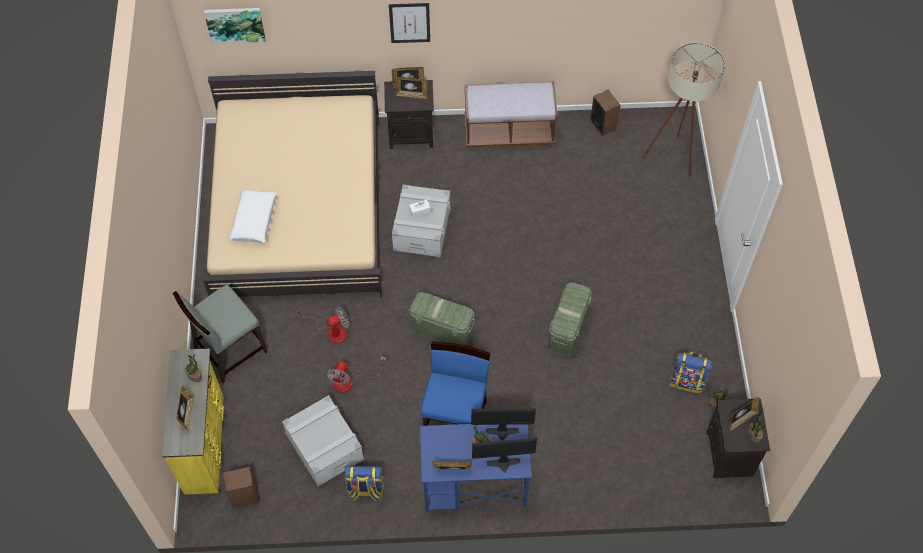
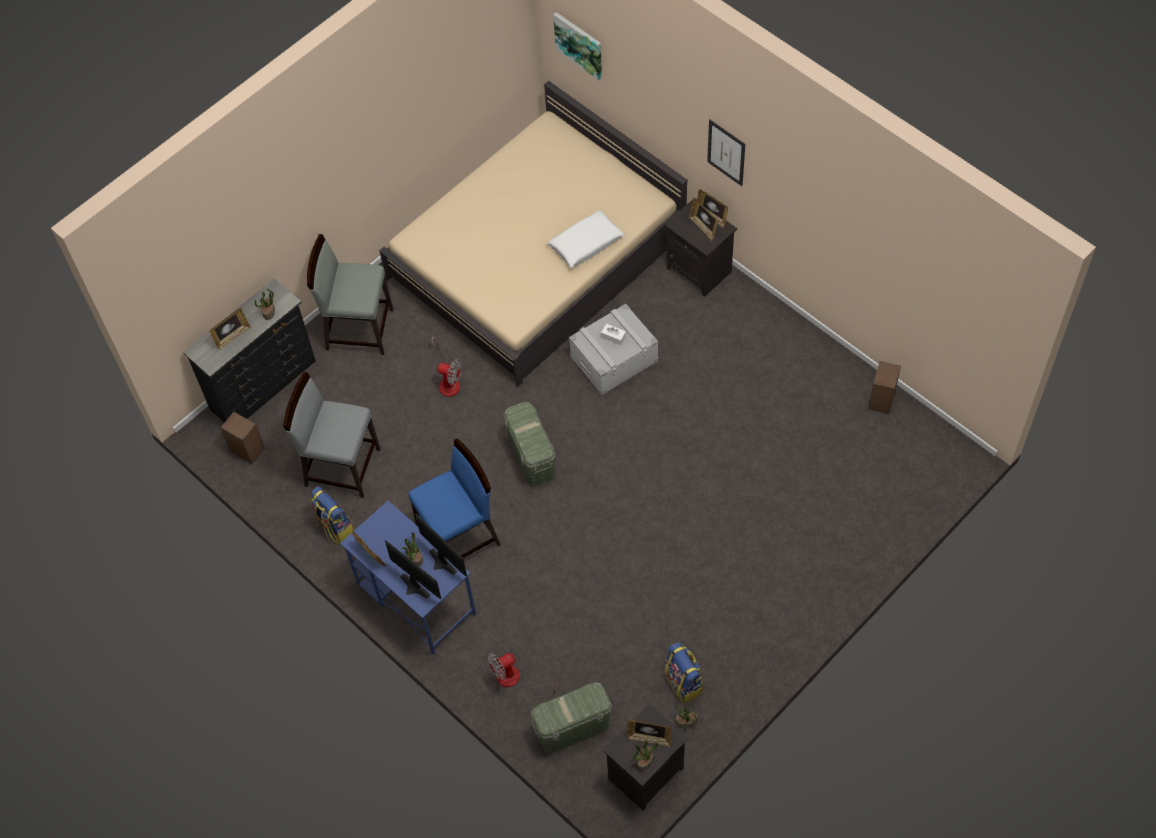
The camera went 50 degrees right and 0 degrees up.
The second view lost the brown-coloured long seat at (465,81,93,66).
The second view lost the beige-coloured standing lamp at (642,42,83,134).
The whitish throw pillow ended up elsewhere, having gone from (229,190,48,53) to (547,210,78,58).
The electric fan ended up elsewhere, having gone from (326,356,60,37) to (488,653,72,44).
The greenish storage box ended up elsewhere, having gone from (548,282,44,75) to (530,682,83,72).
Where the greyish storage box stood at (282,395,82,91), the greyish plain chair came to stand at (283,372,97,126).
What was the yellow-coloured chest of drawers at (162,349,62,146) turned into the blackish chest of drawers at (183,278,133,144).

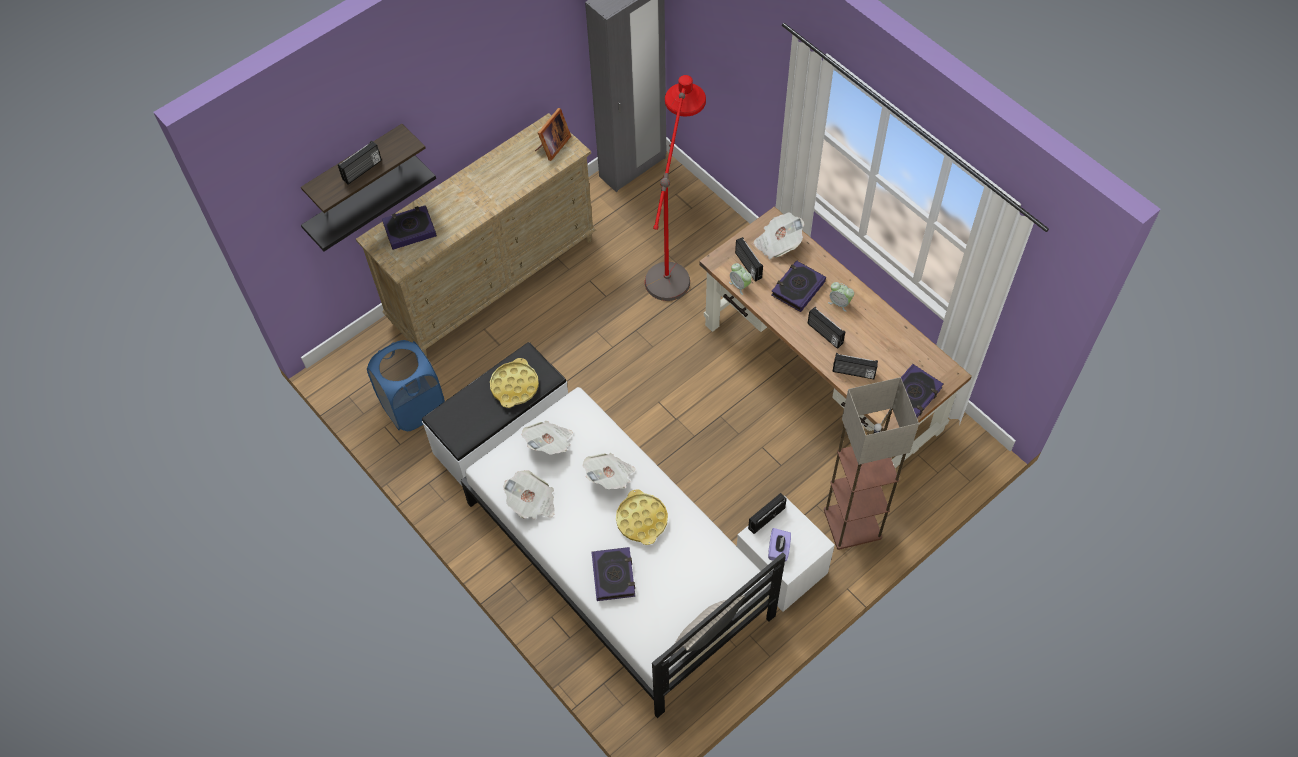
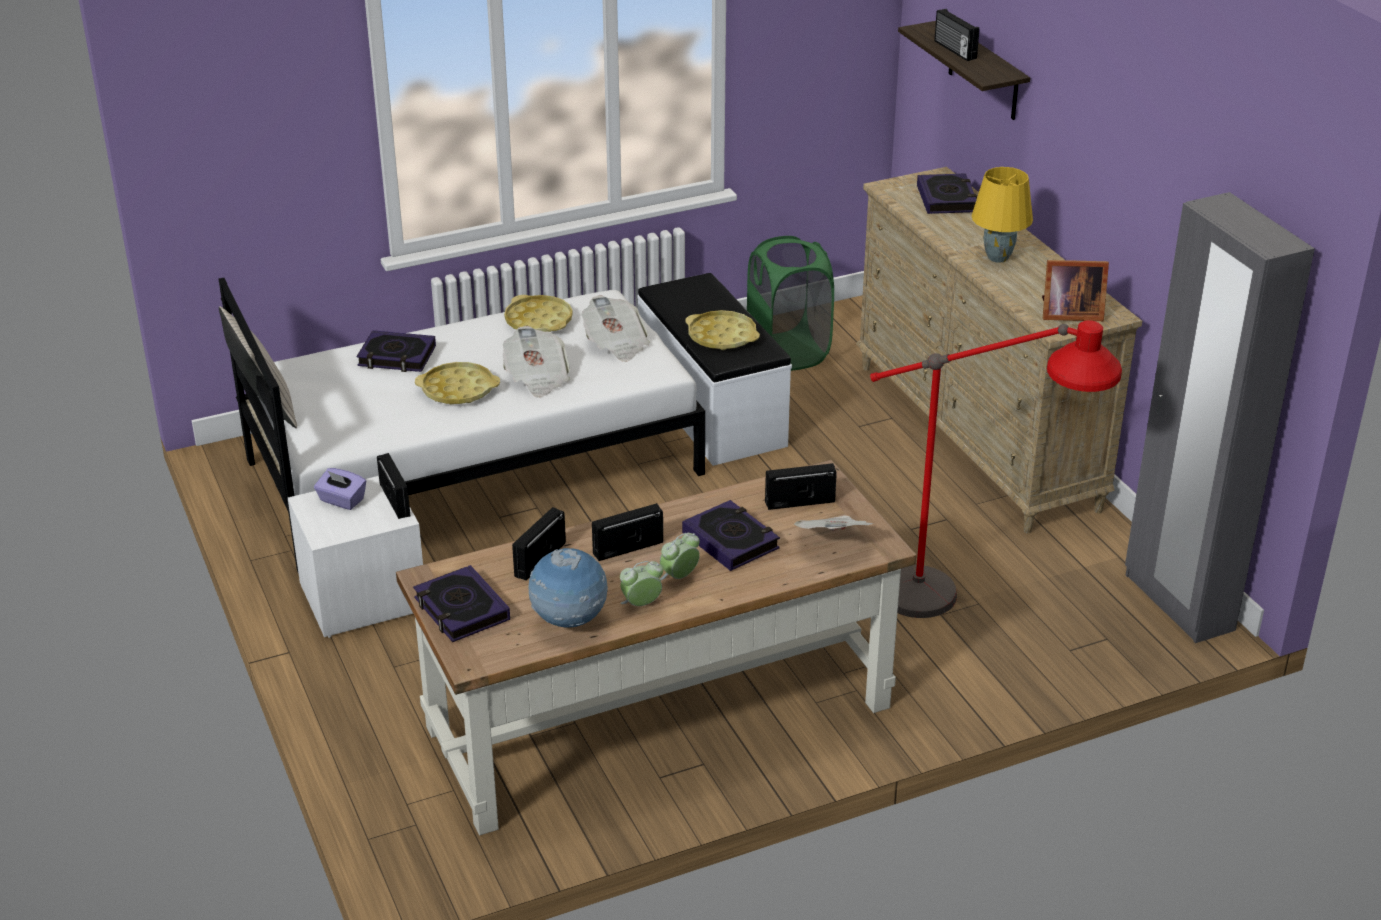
The camera went 105 degrees right and 25 degrees down.
The second view lost the blackish shelf at (301,156,135,95).
The second view lost the standing lamp at (824,377,95,173).
The second view gained the globe at (529,548,79,80).
The second view gained the yellow-coloured table lamp at (972,167,61,96).
The table clock ended up elsewhere, having gone from (729,263,22,32) to (620,561,43,45).
Where the printed paper stood at (503,470,52,50), the yellow-coloured carrying tray came to stand at (504,295,69,37).
What was the bluish washing basket at (367,340,78,91) turned into the greenish washing basket at (747,236,87,135).
The standing frame at (535,108,36,53) ended up facing another way, 45 degrees counterclockwise from before.

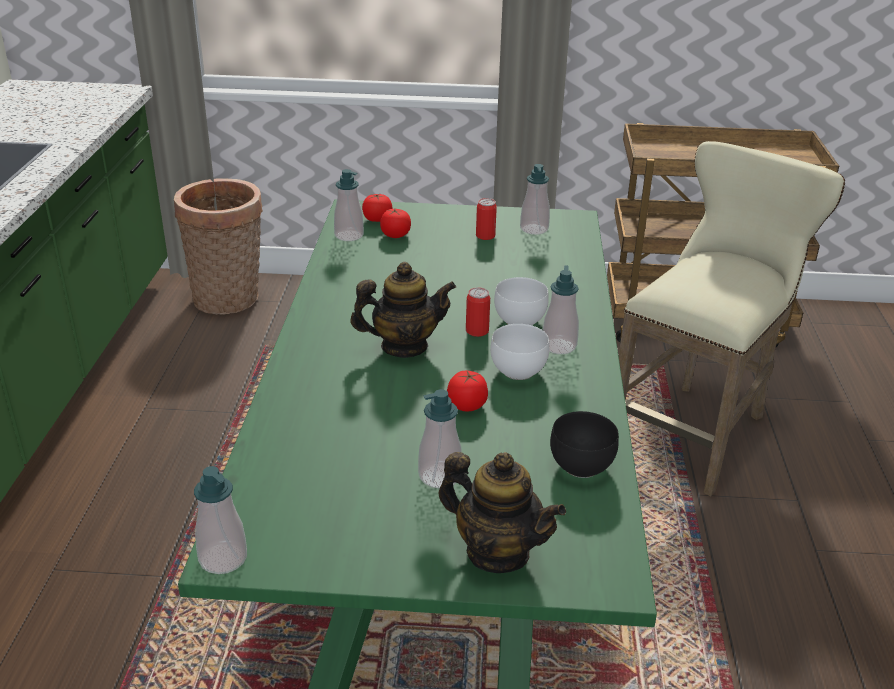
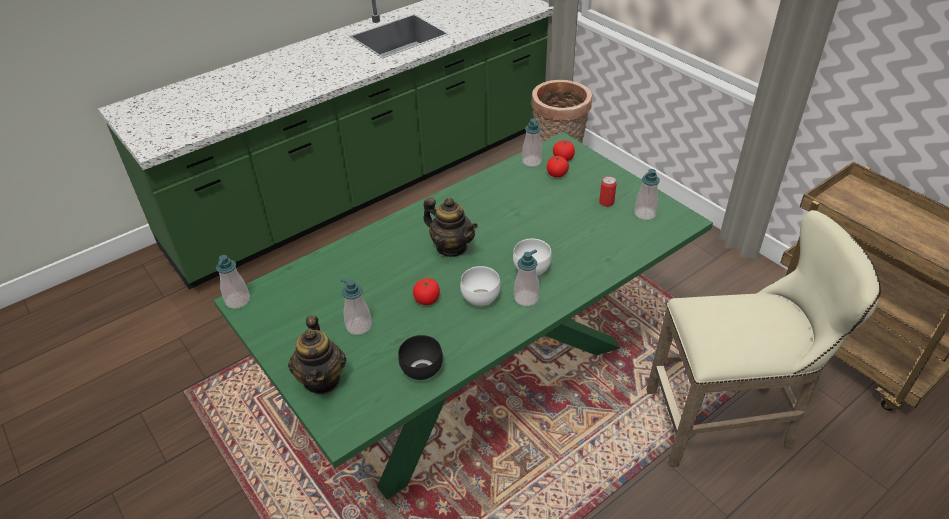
The camera went 50 degrees right and 10 degrees up.
The second view lost the can at (466,287,24,50).

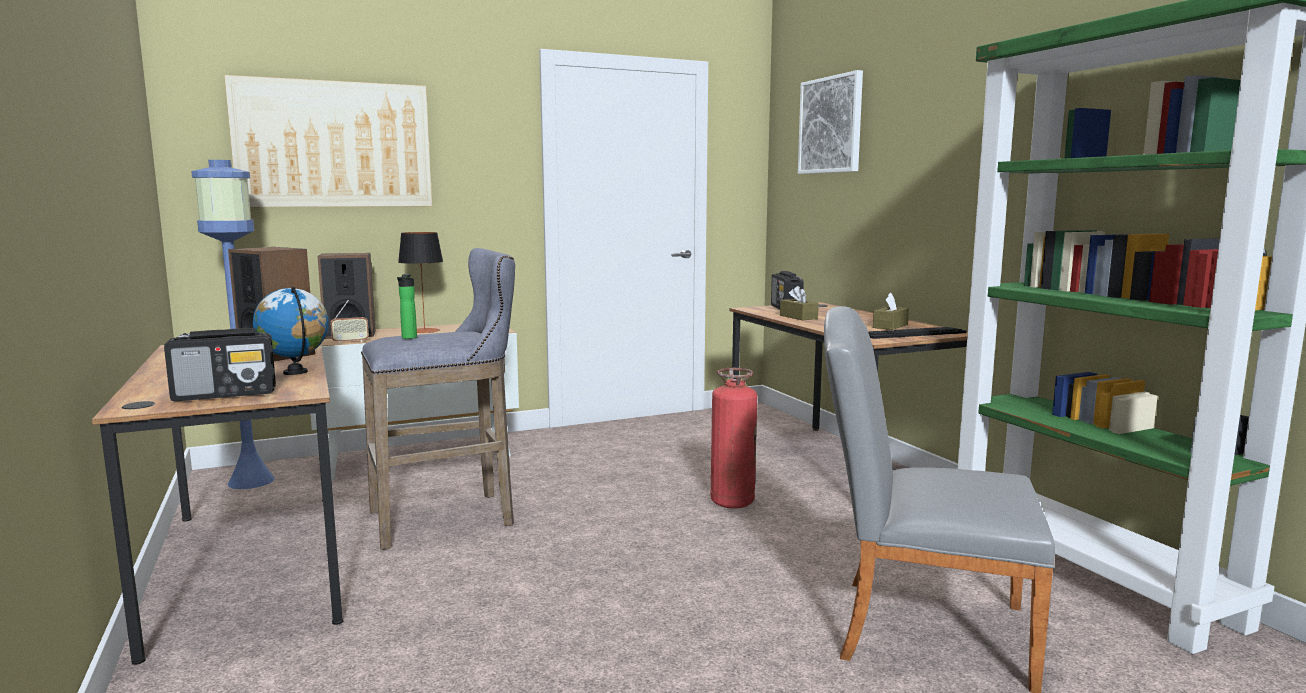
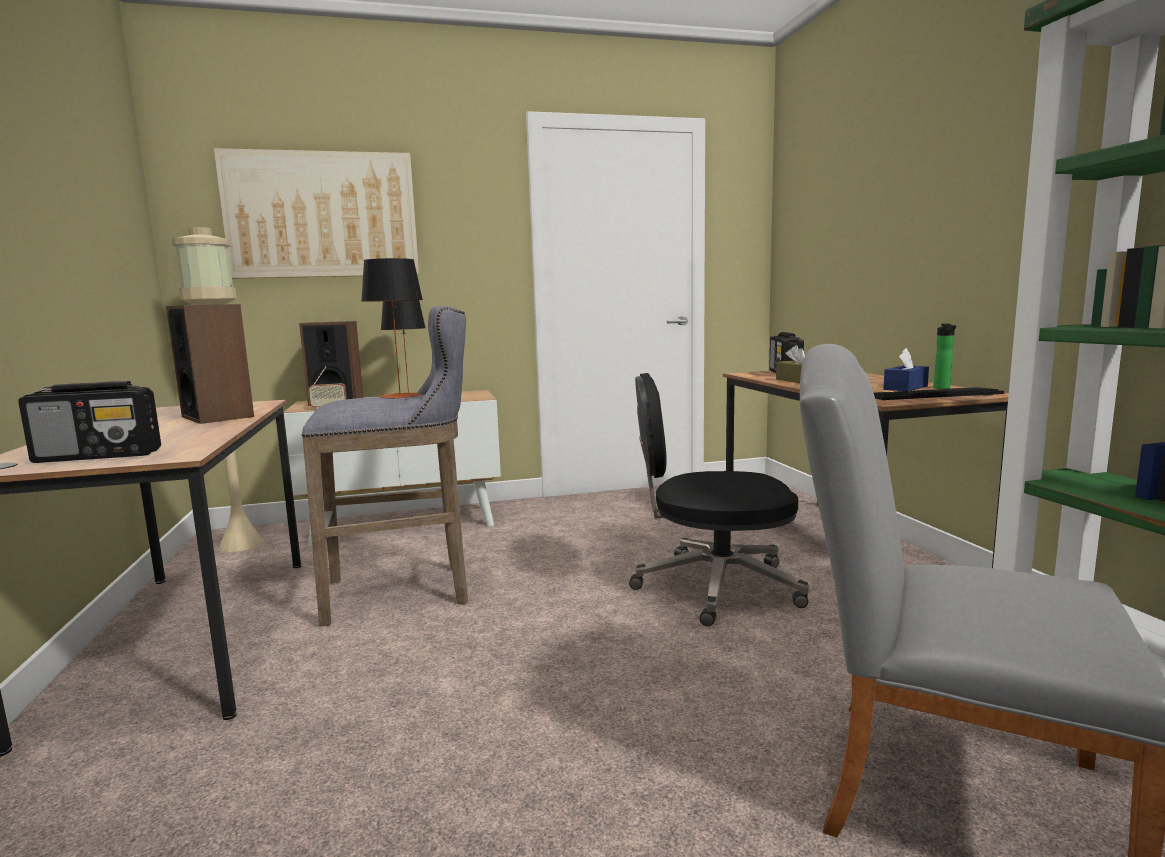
The camera went 10 degrees right and 0 degrees up.
The second view lost the globe at (253,287,76,88).
The second view lost the wall art at (798,70,65,104).
The second view gained the table lamp at (361,258,62,141).
The beverage bottle ended up elsewhere, having gone from (397,274,20,65) to (934,323,22,66).
Where the extinguisher stood at (711,368,47,140), the blackish desk chair came to stand at (629,373,180,253).
What was the bluish standing lamp at (191,160,83,329) turned into the beige-coloured standing lamp at (172,227,92,325).
What was the brown-coloured tissue holder at (873,293,36,37) turned into the bluish tissue holder at (883,348,46,44).

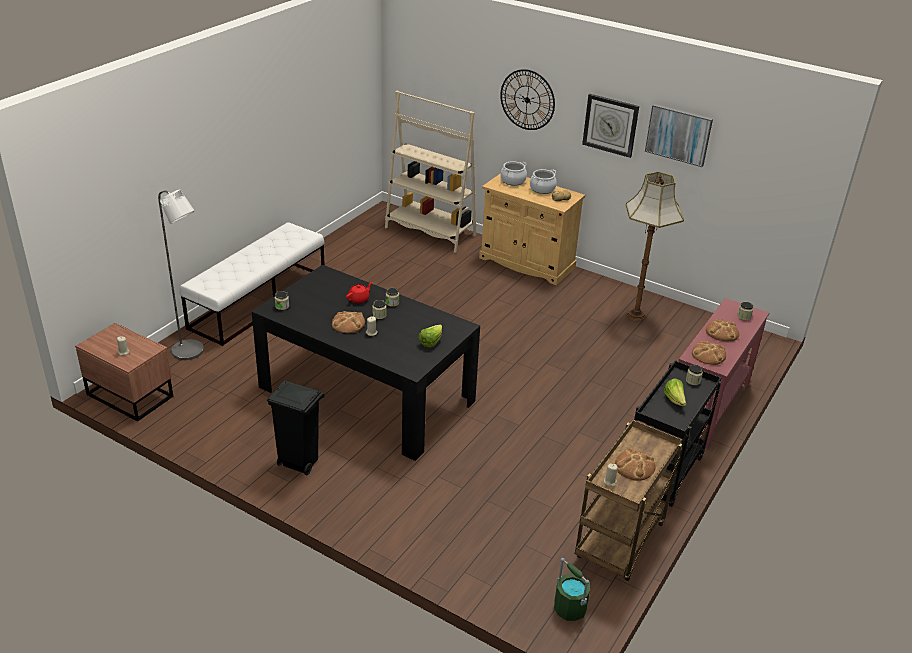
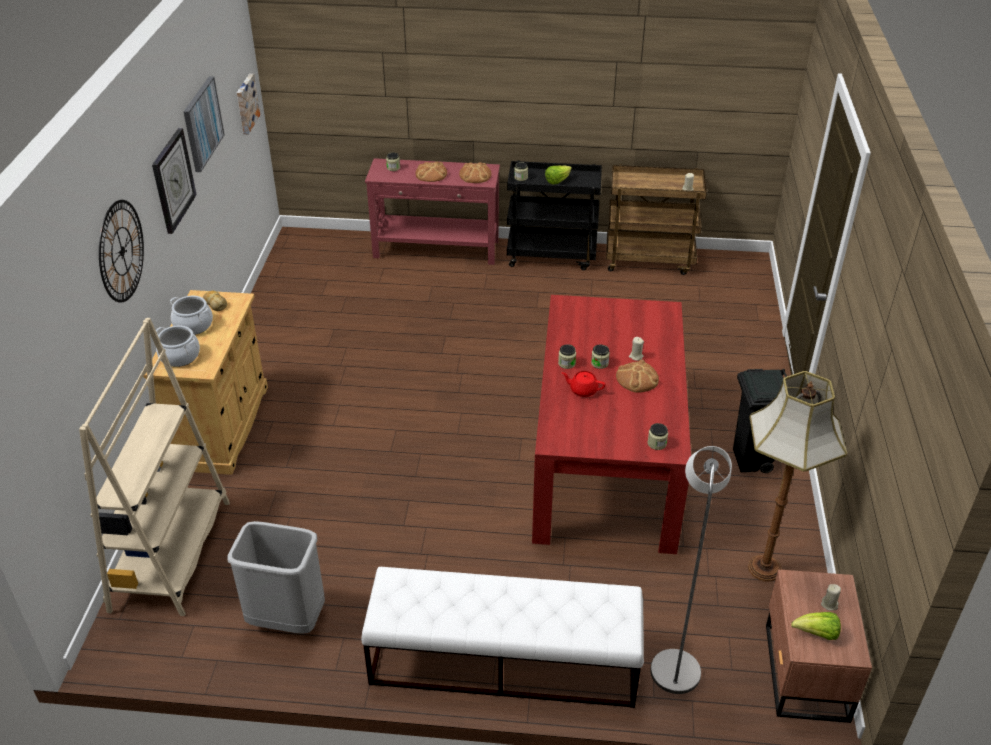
The camera went 115 degrees left and 5 degrees up.
The second view lost the greenish water bucket at (554,558,36,63).
The second view lost the bread at (615,448,41,33).
The second view gained the greyish trash can at (228,521,97,113).
The second view gained the wall art at (237,74,23,61).
The lettuce head ended up elsewhere, having gone from (418,325,24,22) to (791,612,50,28).
The standing lamp ended up elsewhere, having gone from (626,172,58,149) to (748,371,99,211).
What was the blackish dining table at (252,265,228,196) turned into the reddish dining table at (532,295,159,259).

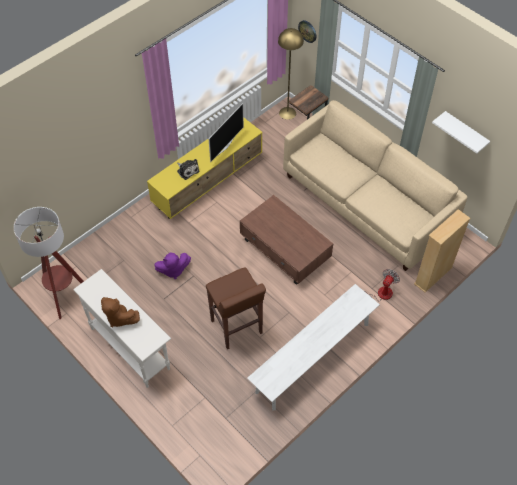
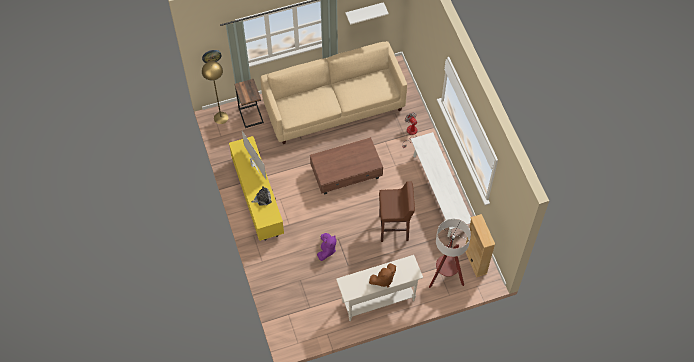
The camera went 65 degrees left and 5 degrees up.
The standing lamp ended up elsewhere, having gone from (13,207,71,112) to (429,219,42,69).
The beige-coloured bookcase ended up elsewhere, having gone from (414,209,56,83) to (465,214,30,64).

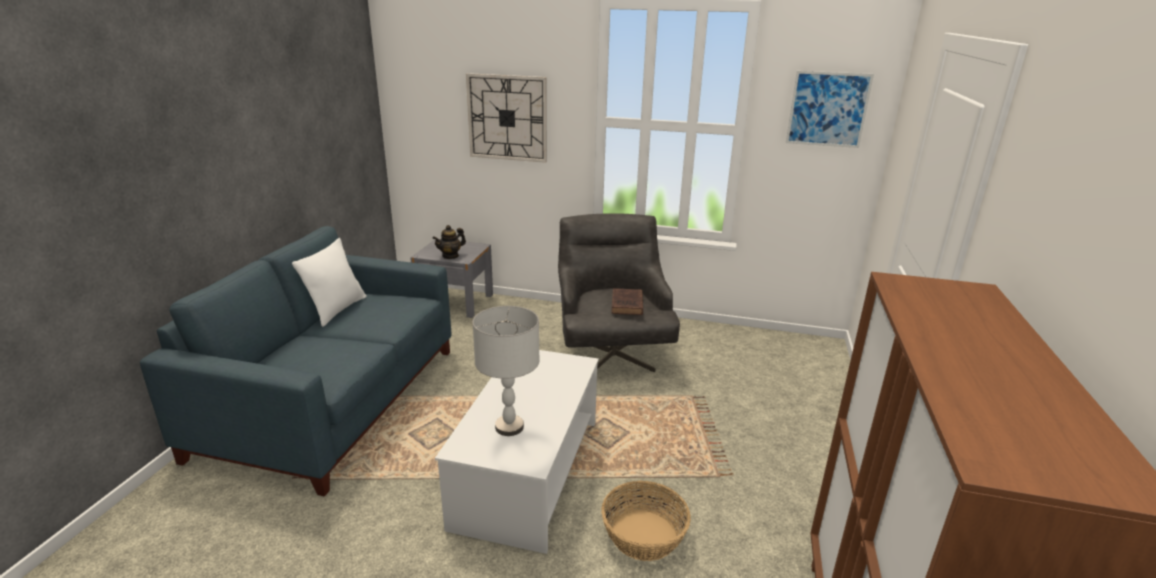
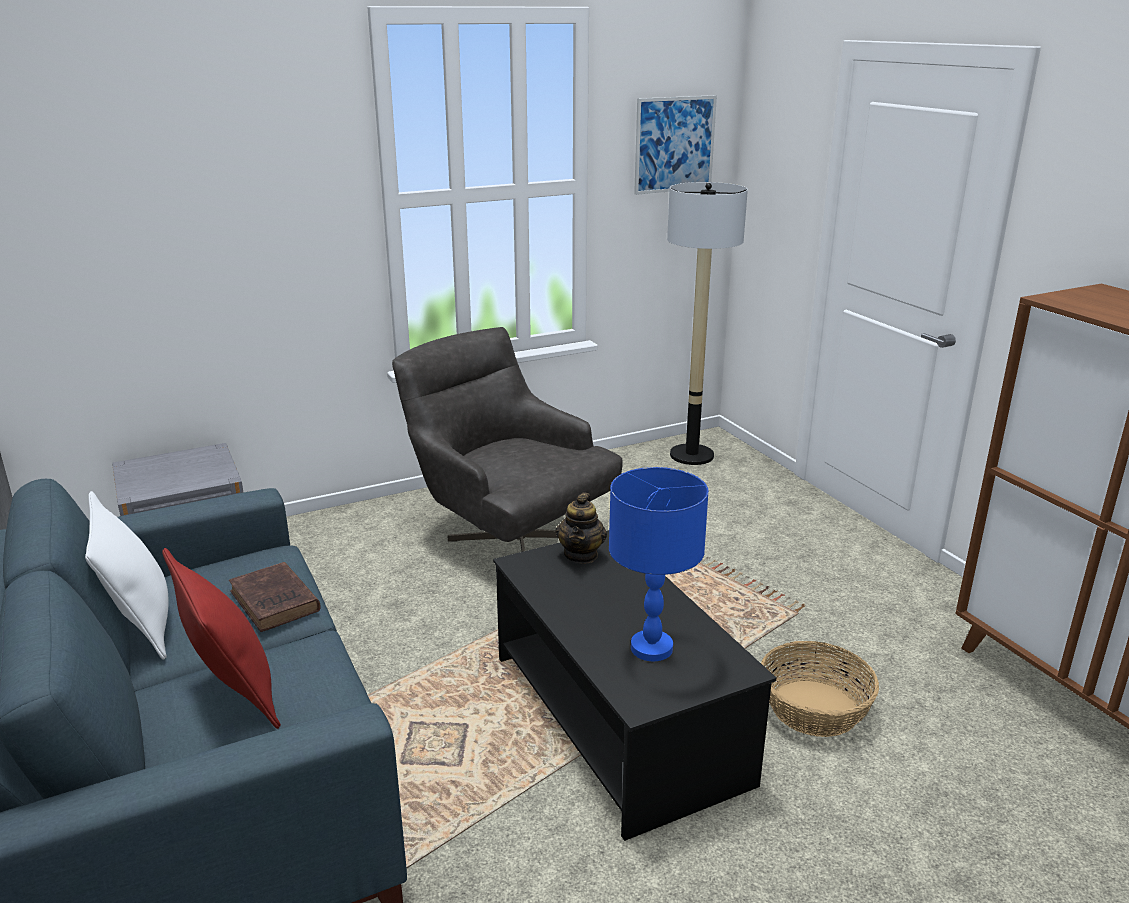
The camera went 40 degrees left and 0 degrees up.
The second view lost the hanging clock at (466,73,81,90).
The second view gained the reddish throw pillow at (162,548,119,181).
The second view gained the standing lamp at (667,182,81,283).
The teapot ended up elsewhere, having gone from (433,225,33,34) to (555,493,52,71).
The brown-coloured book ended up elsewhere, having gone from (611,288,32,27) to (229,562,92,70).
What was the whitish low table at (435,350,164,204) turned into the blackish low table at (493,530,283,311).
What was the greyish table lamp at (472,306,68,130) turned into the bluish table lamp at (609,467,100,194).

